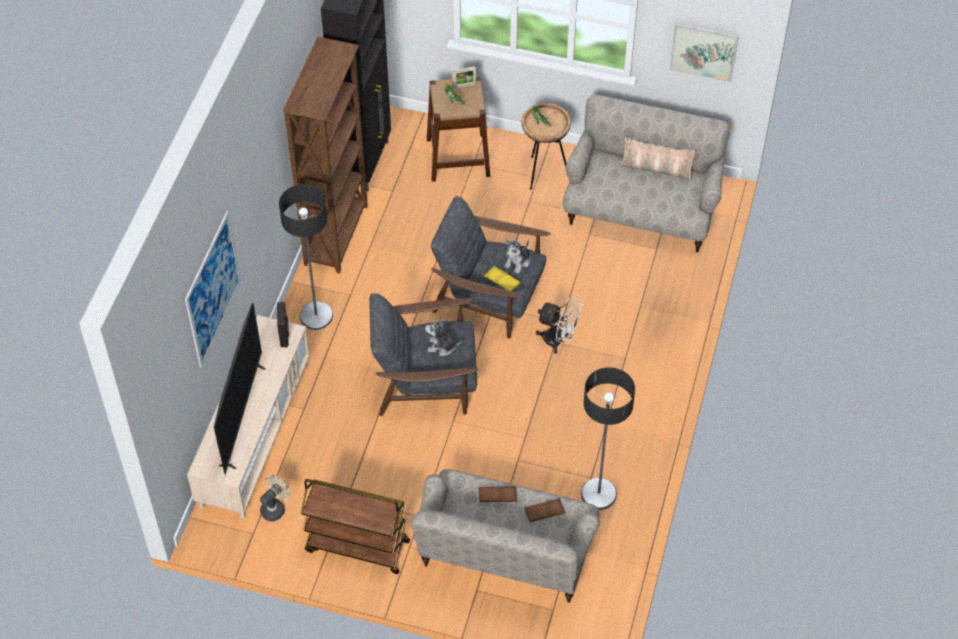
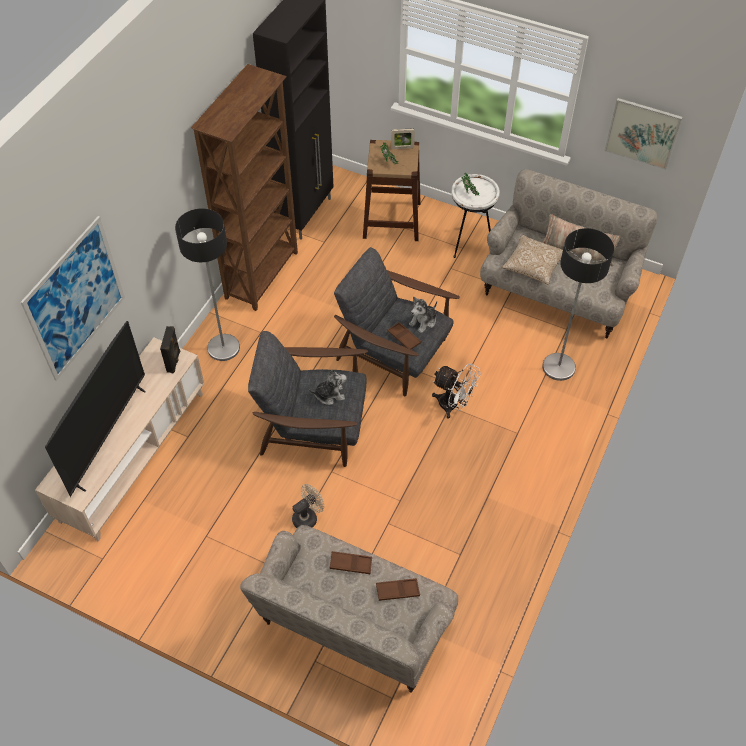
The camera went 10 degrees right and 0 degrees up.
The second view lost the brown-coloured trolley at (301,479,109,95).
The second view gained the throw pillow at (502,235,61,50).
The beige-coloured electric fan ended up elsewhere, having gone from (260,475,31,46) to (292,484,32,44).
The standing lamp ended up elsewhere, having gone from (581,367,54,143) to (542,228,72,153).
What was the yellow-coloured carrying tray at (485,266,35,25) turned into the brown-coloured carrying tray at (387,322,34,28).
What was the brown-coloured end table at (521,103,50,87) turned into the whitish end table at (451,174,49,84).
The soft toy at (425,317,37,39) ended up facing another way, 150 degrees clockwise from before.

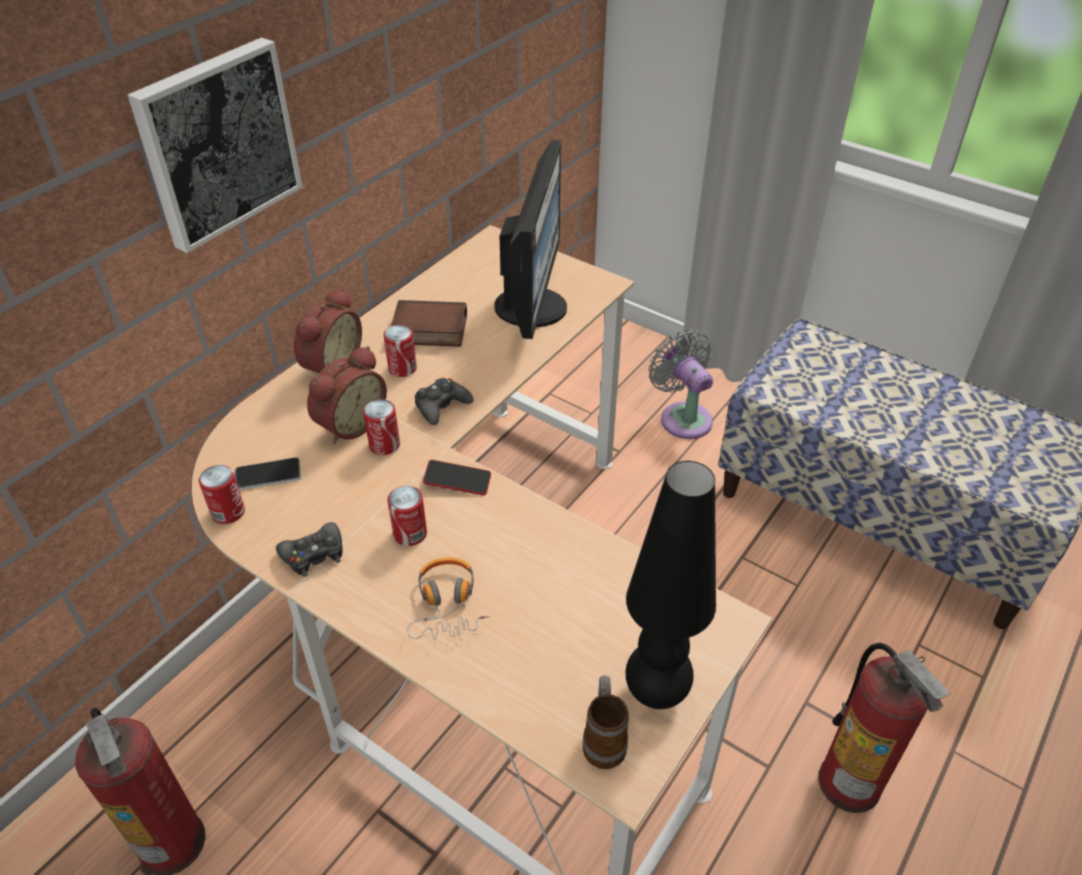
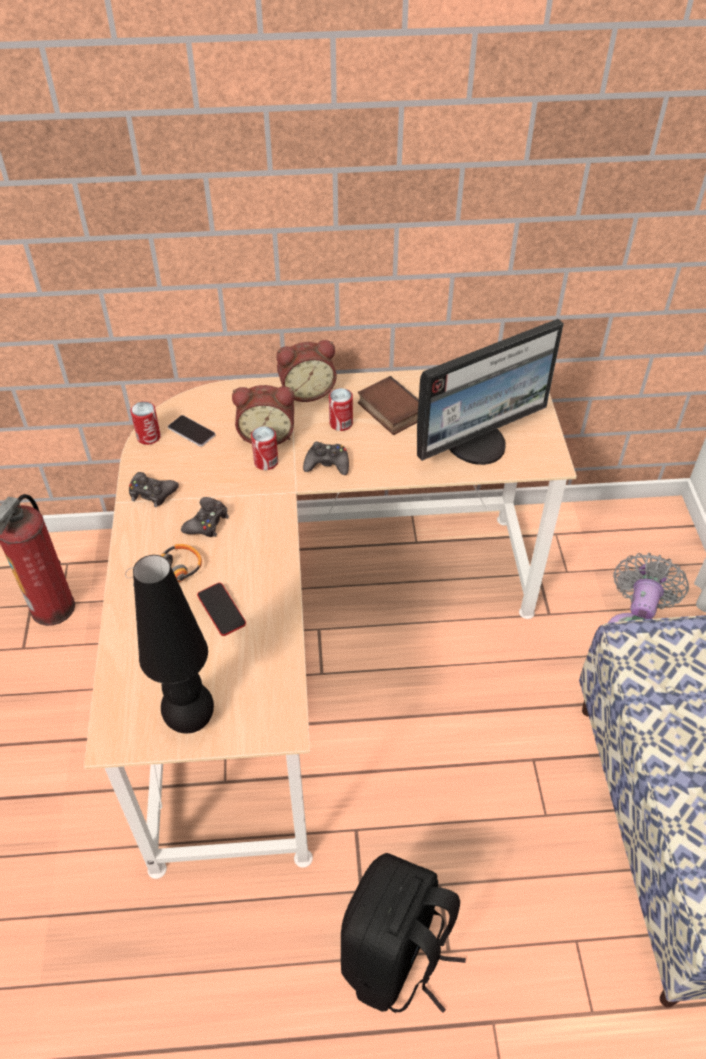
The camera went 50 degrees right and 5 degrees up.
The second view lost the wall art at (128,37,175,216).
The second view lost the coffee mug at (583,675,46,94).
The phone ended up elsewhere, having gone from (423,460,68,35) to (197,583,49,53).
Where the can stood at (387,486,40,60), the blackish joypad came to stand at (181,497,48,40).
Where the extinguisher stood at (818,643,132,170), the blackish backpack came to stand at (341,853,125,160).

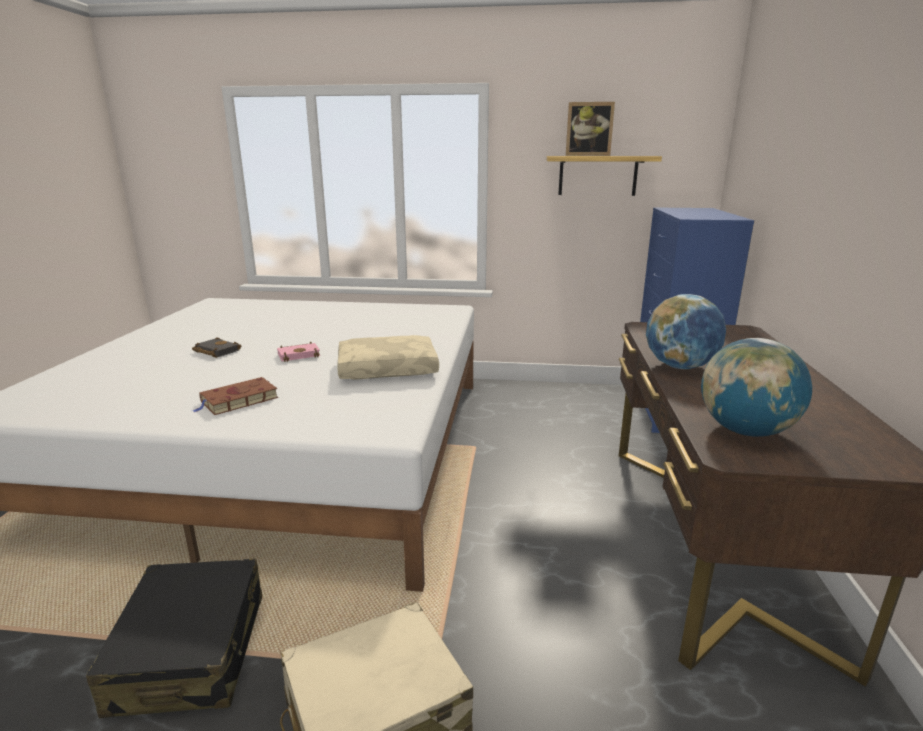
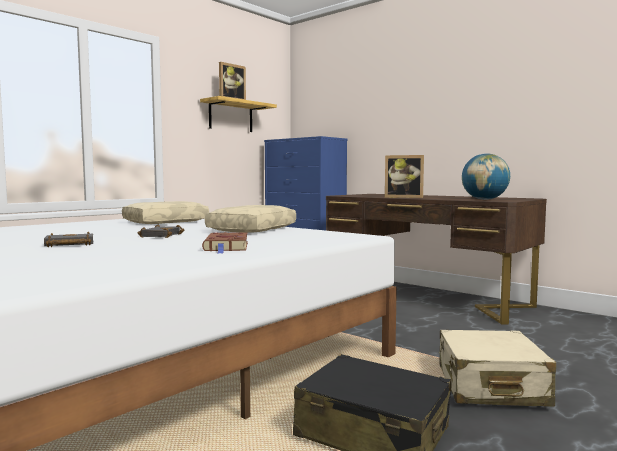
The camera went 55 degrees left and 15 degrees down.
The second view gained the beige-coloured throw pillow at (122,201,87,23).
Where the globe stood at (646,294,80,75), the standing frame came to stand at (385,155,39,43).
What was the pink book at (277,342,43,20) turned into the blackish book at (138,224,46,14).

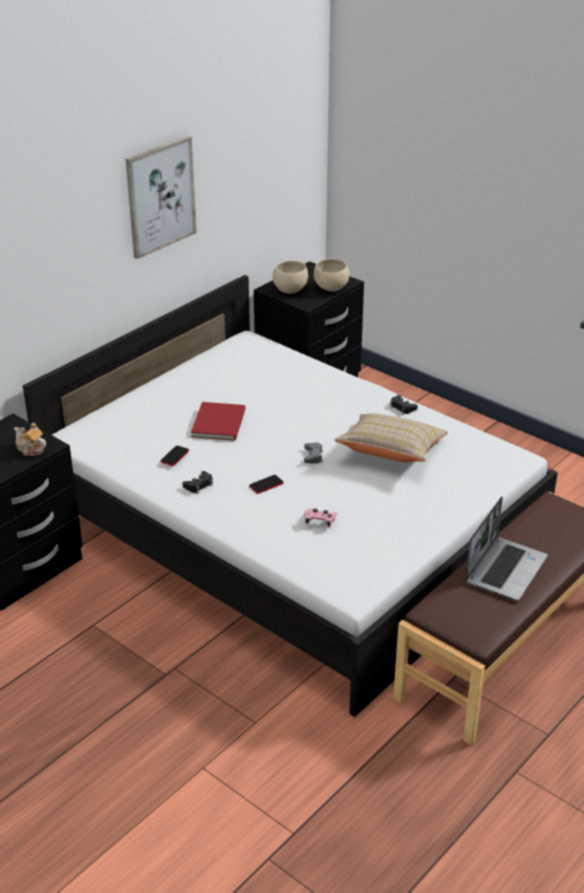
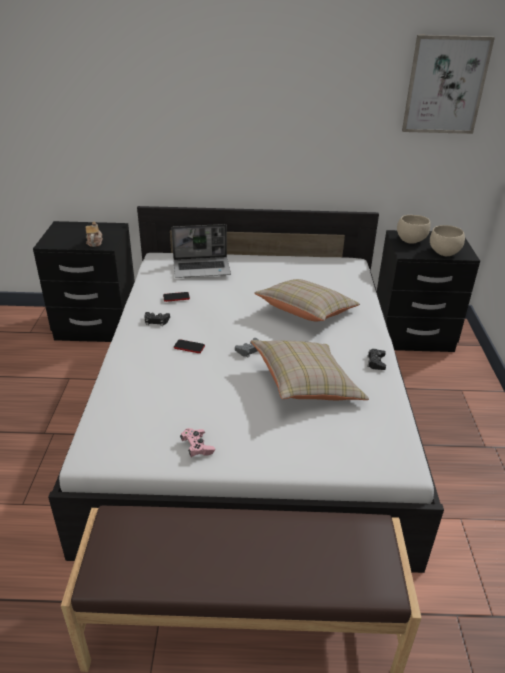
The camera went 50 degrees right and 0 degrees up.
The second view lost the reddish book at (191,402,55,39).
The second view gained the beige-coloured throw pillow at (254,279,106,42).
The wall art ended up elsewhere, having gone from (126,136,71,123) to (402,35,93,99).
The pink joypad ended up elsewhere, having gone from (304,508,33,20) to (180,428,35,29).
The portable computer ended up elsewhere, having gone from (465,496,83,105) to (171,224,60,54).

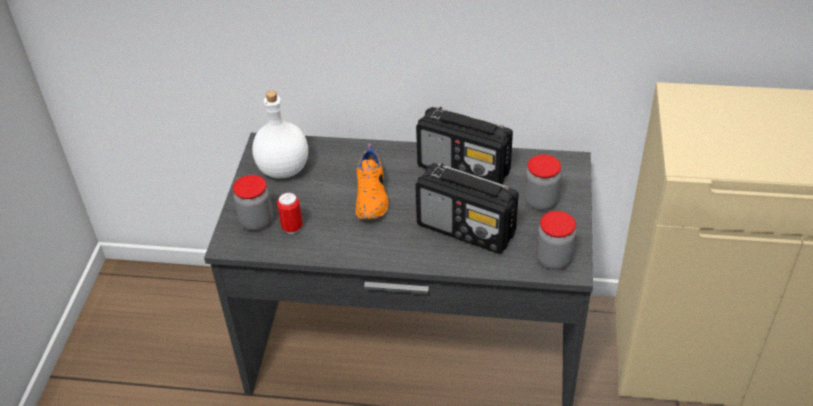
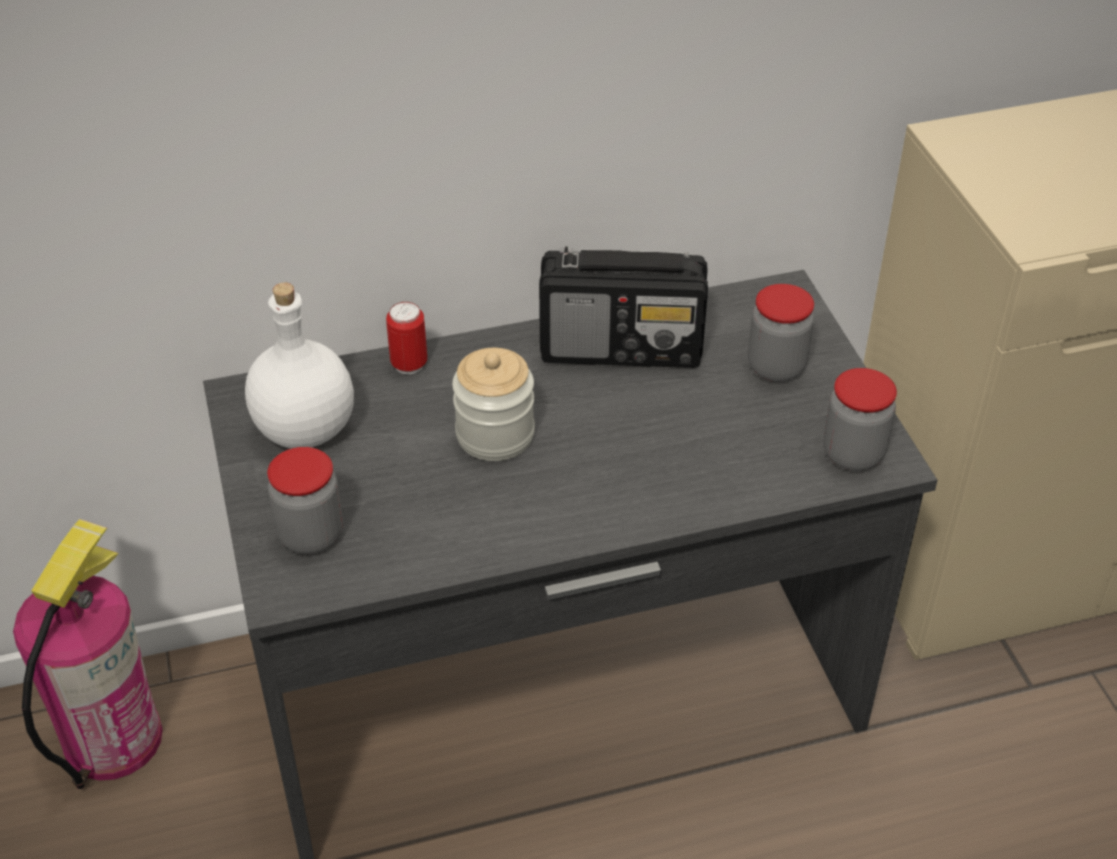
The camera went 25 degrees left and 0 degrees up.
The second view lost the radio receiver at (415,163,104,91).
The second view gained the extinguisher at (13,519,150,270).
The can ended up elsewhere, having gone from (277,192,26,42) to (386,302,41,72).
Where the orange-coloured low shoe stood at (356,144,33,75), the jar came to stand at (452,348,83,113).

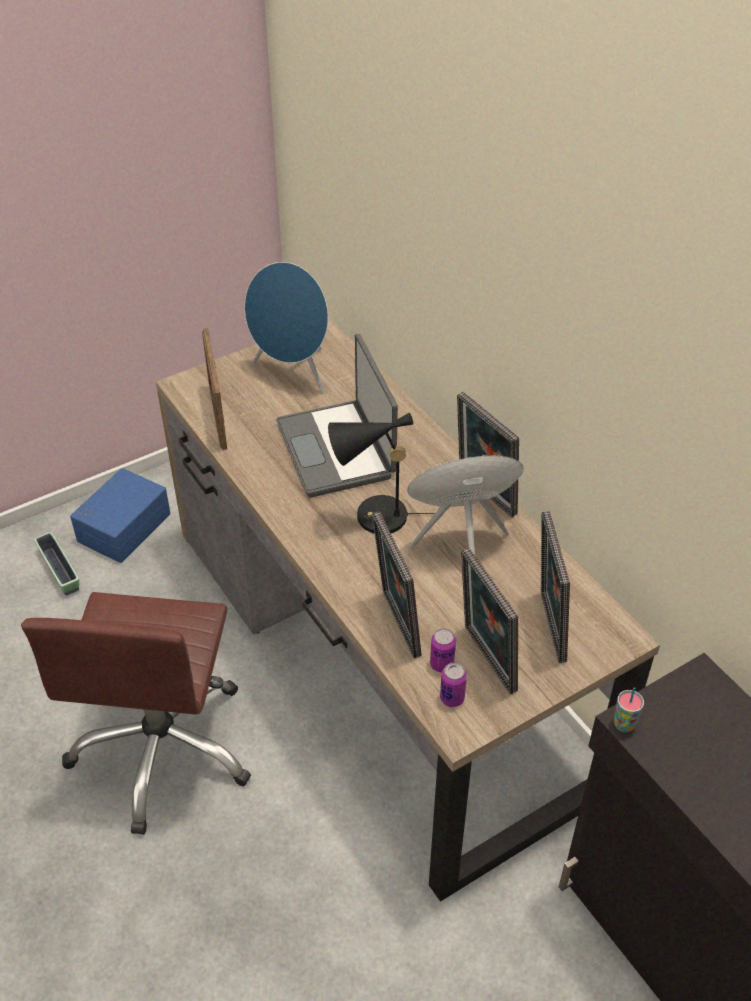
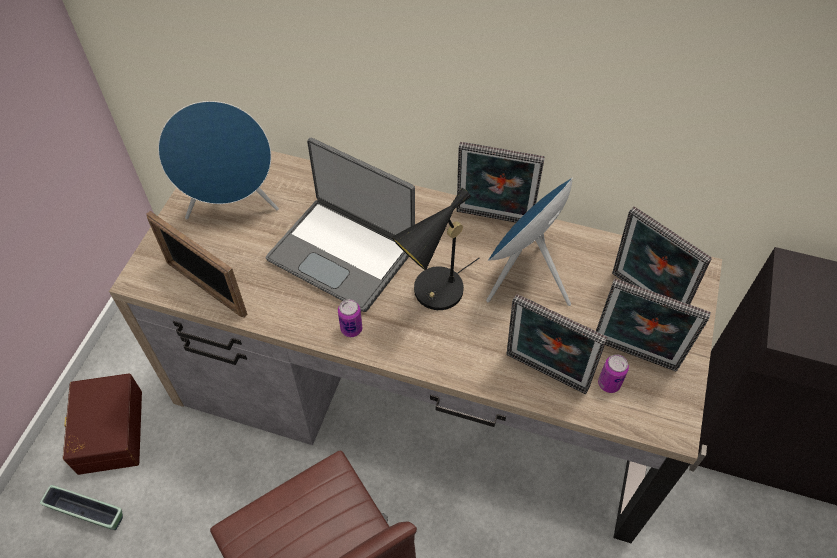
The camera went 40 degrees left and 10 degrees up.
The second view lost the drinking cup at (614,687,30,45).
The can ended up elsewhere, having gone from (440,662,27,45) to (338,299,24,38).
What was the bluish storage box at (70,468,101,95) turned into the brown-coloured storage box at (63,373,79,102).

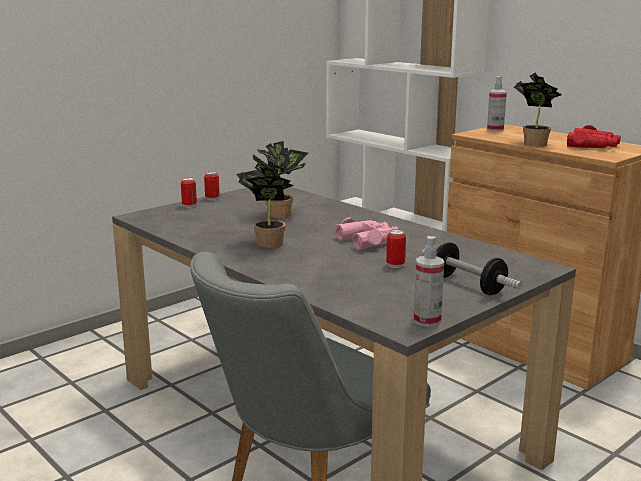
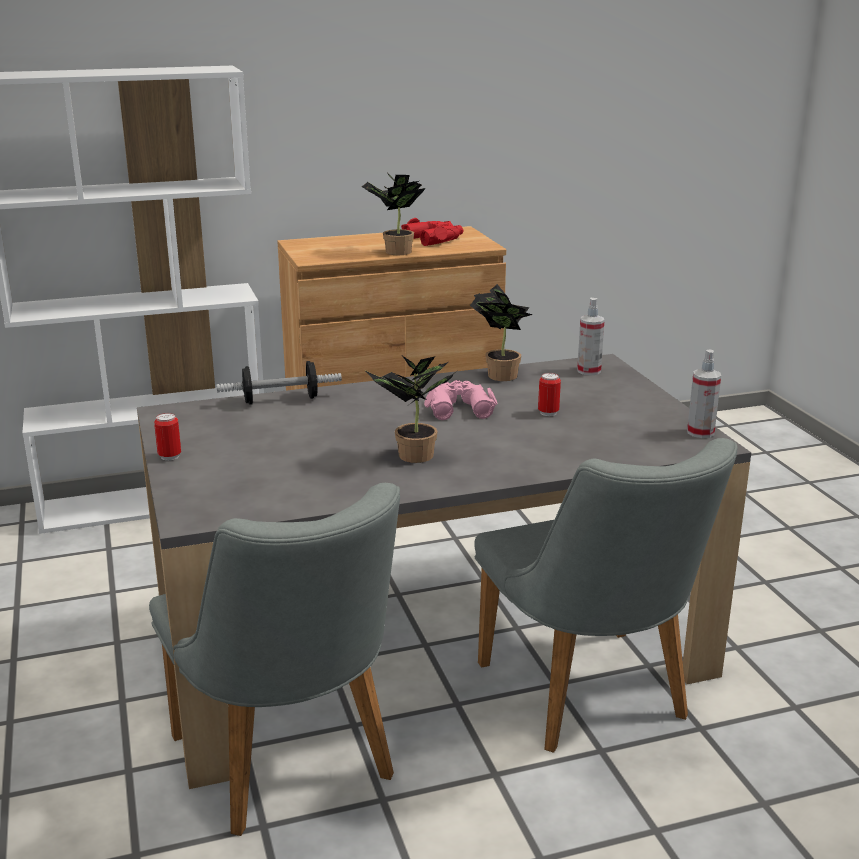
The camera went 65 degrees left and 5 degrees up.
The second view lost the can at (181,177,16,31).
The second view gained the greyish plain chair at (149,483,251,353).
The plant in a pot ended up elsewhere, having gone from (253,141,55,77) to (470,284,63,97).
The dumbbell ended up elsewhere, having gone from (422,242,100,53) to (216,361,126,44).
The hand sprayer ended up elsewhere, having gone from (487,76,20,56) to (577,298,28,78).

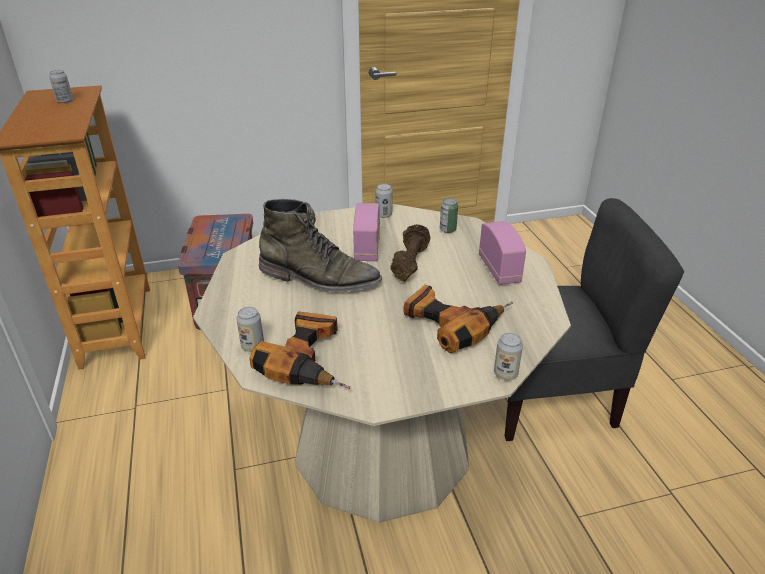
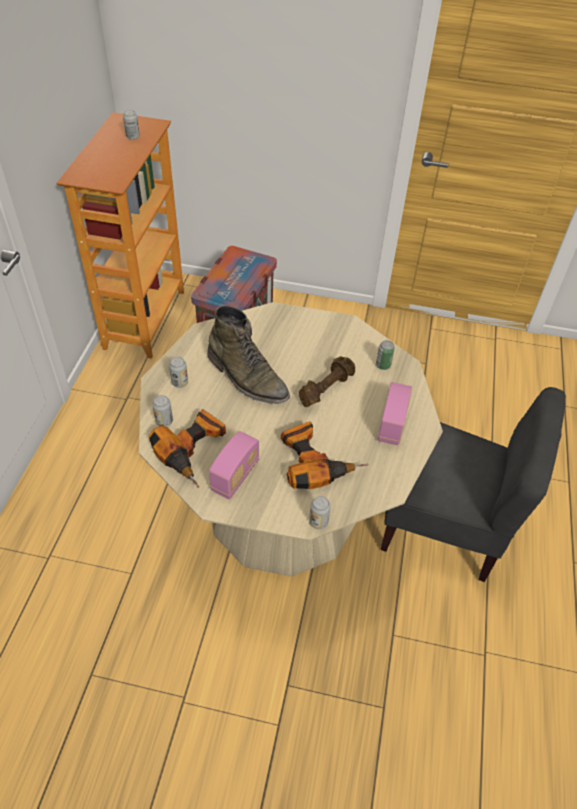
The camera went 25 degrees right and 15 degrees up.
The radio receiver ended up elsewhere, having gone from (353,203,27,58) to (209,431,50,68).
The can ended up elsewhere, having gone from (375,184,18,34) to (169,357,19,31).

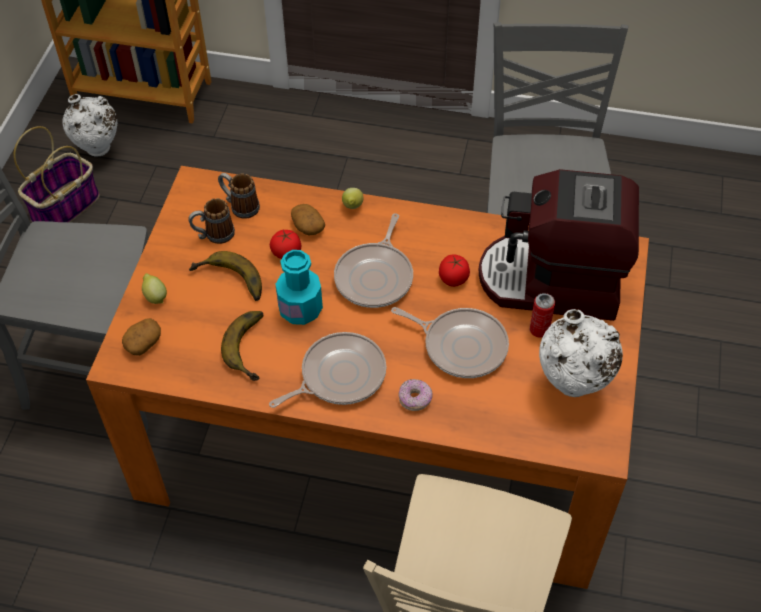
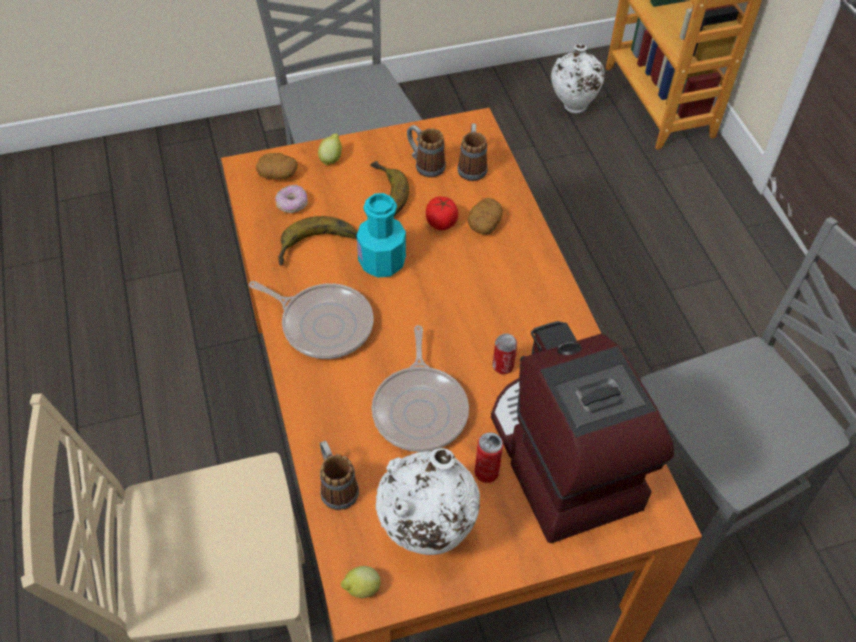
The camera went 60 degrees right and 0 degrees up.
The second view lost the storage basket at (13,126,86,96).
The second view lost the skillet at (334,213,79,95).
The second view gained the coffee mug at (320,441,39,69).
The citrus fruit ended up elsewhere, having gone from (342,188,22,21) to (341,566,40,32).
The ring doughnut ended up elsewhere, having gone from (398,379,35,32) to (275,185,33,28).
Where the whole tomato stood at (439,255,31,32), the can came to stand at (493,333,24,41).

